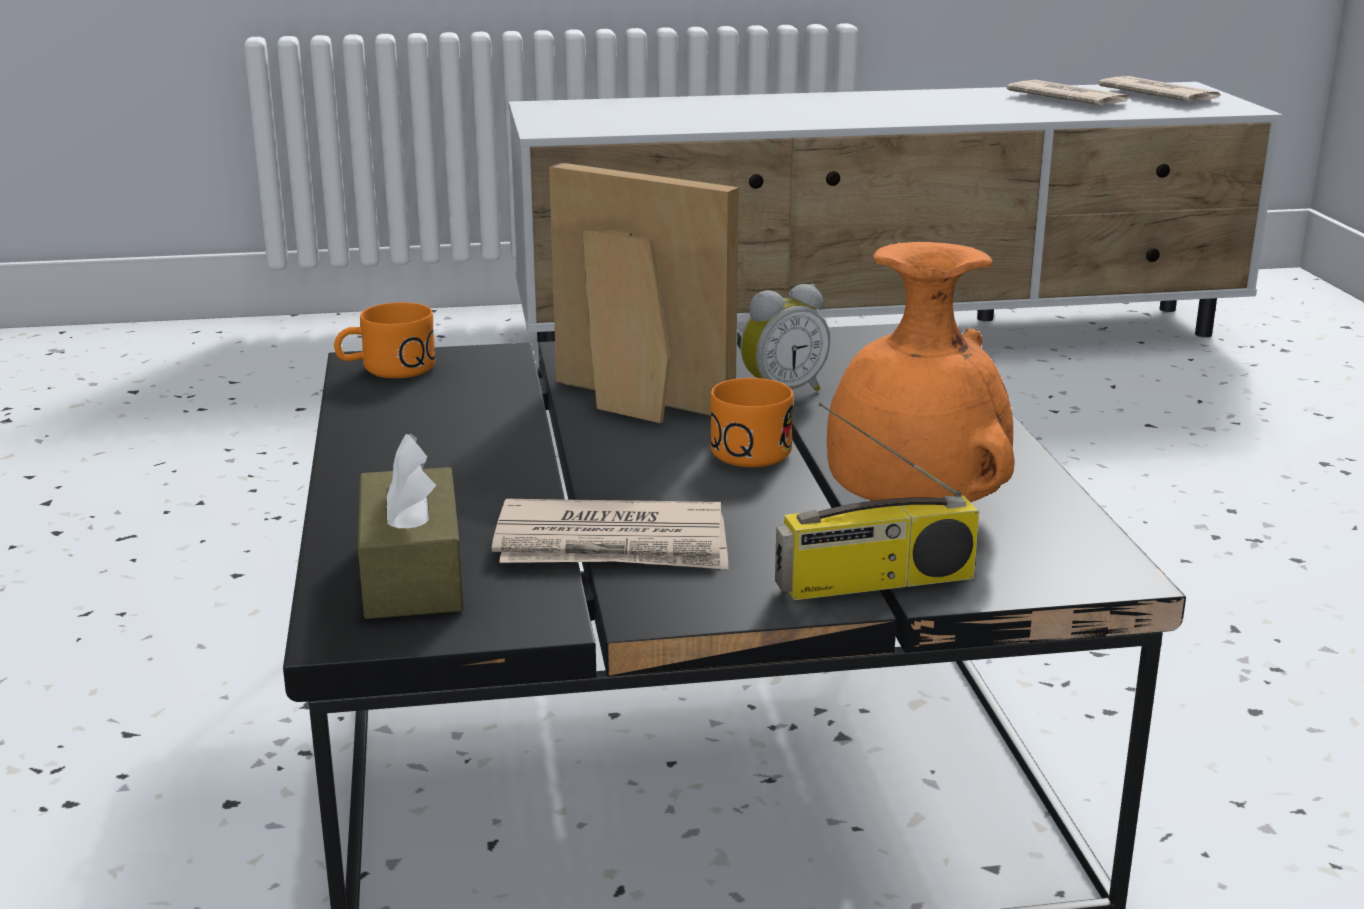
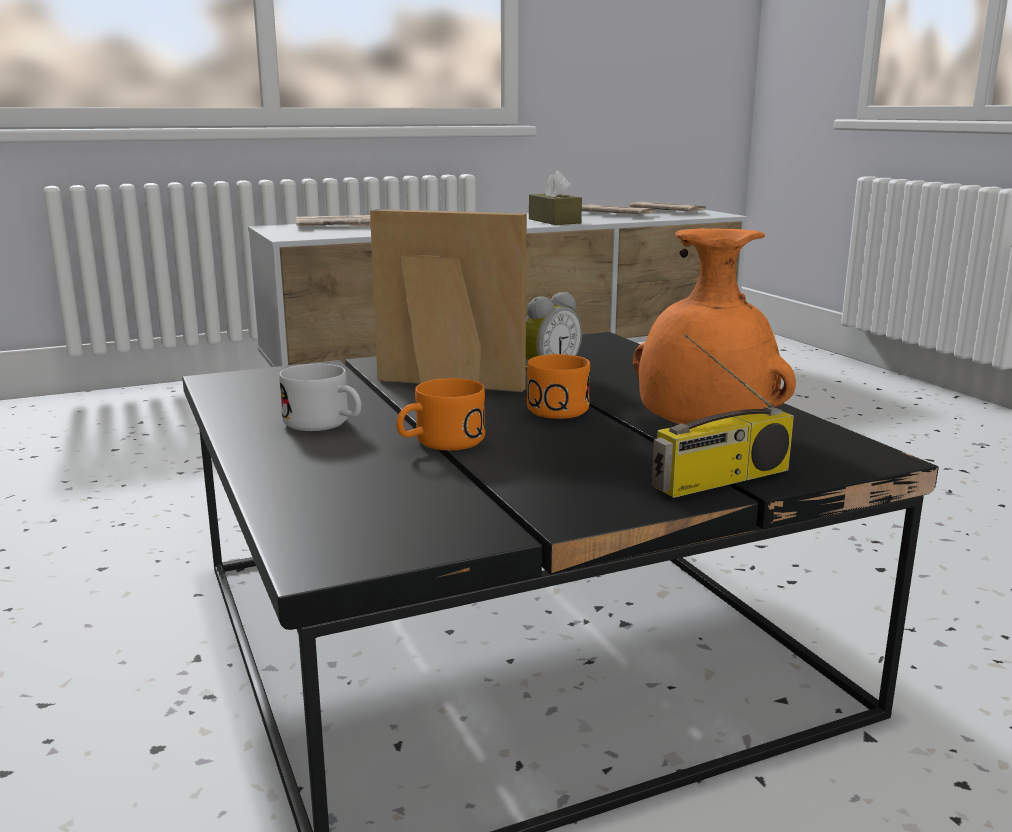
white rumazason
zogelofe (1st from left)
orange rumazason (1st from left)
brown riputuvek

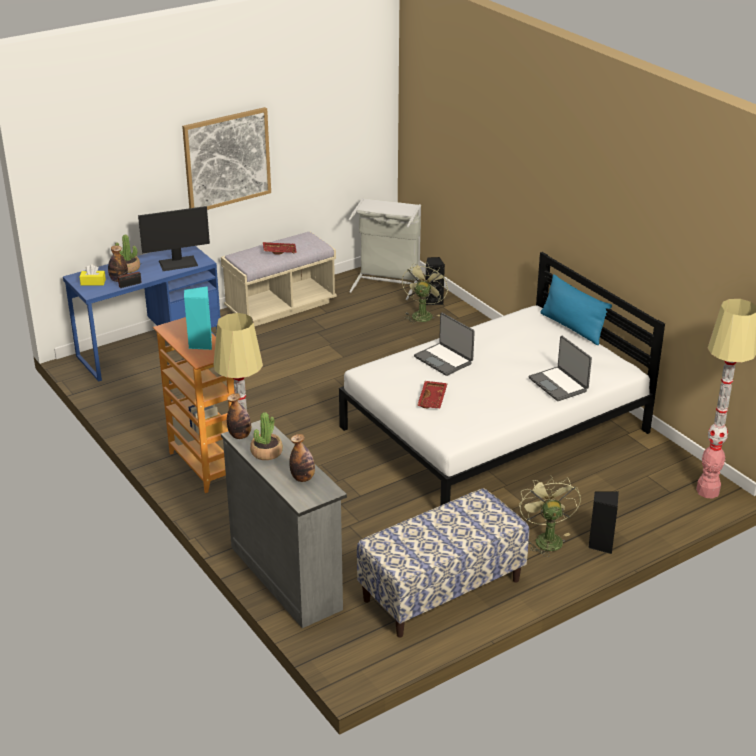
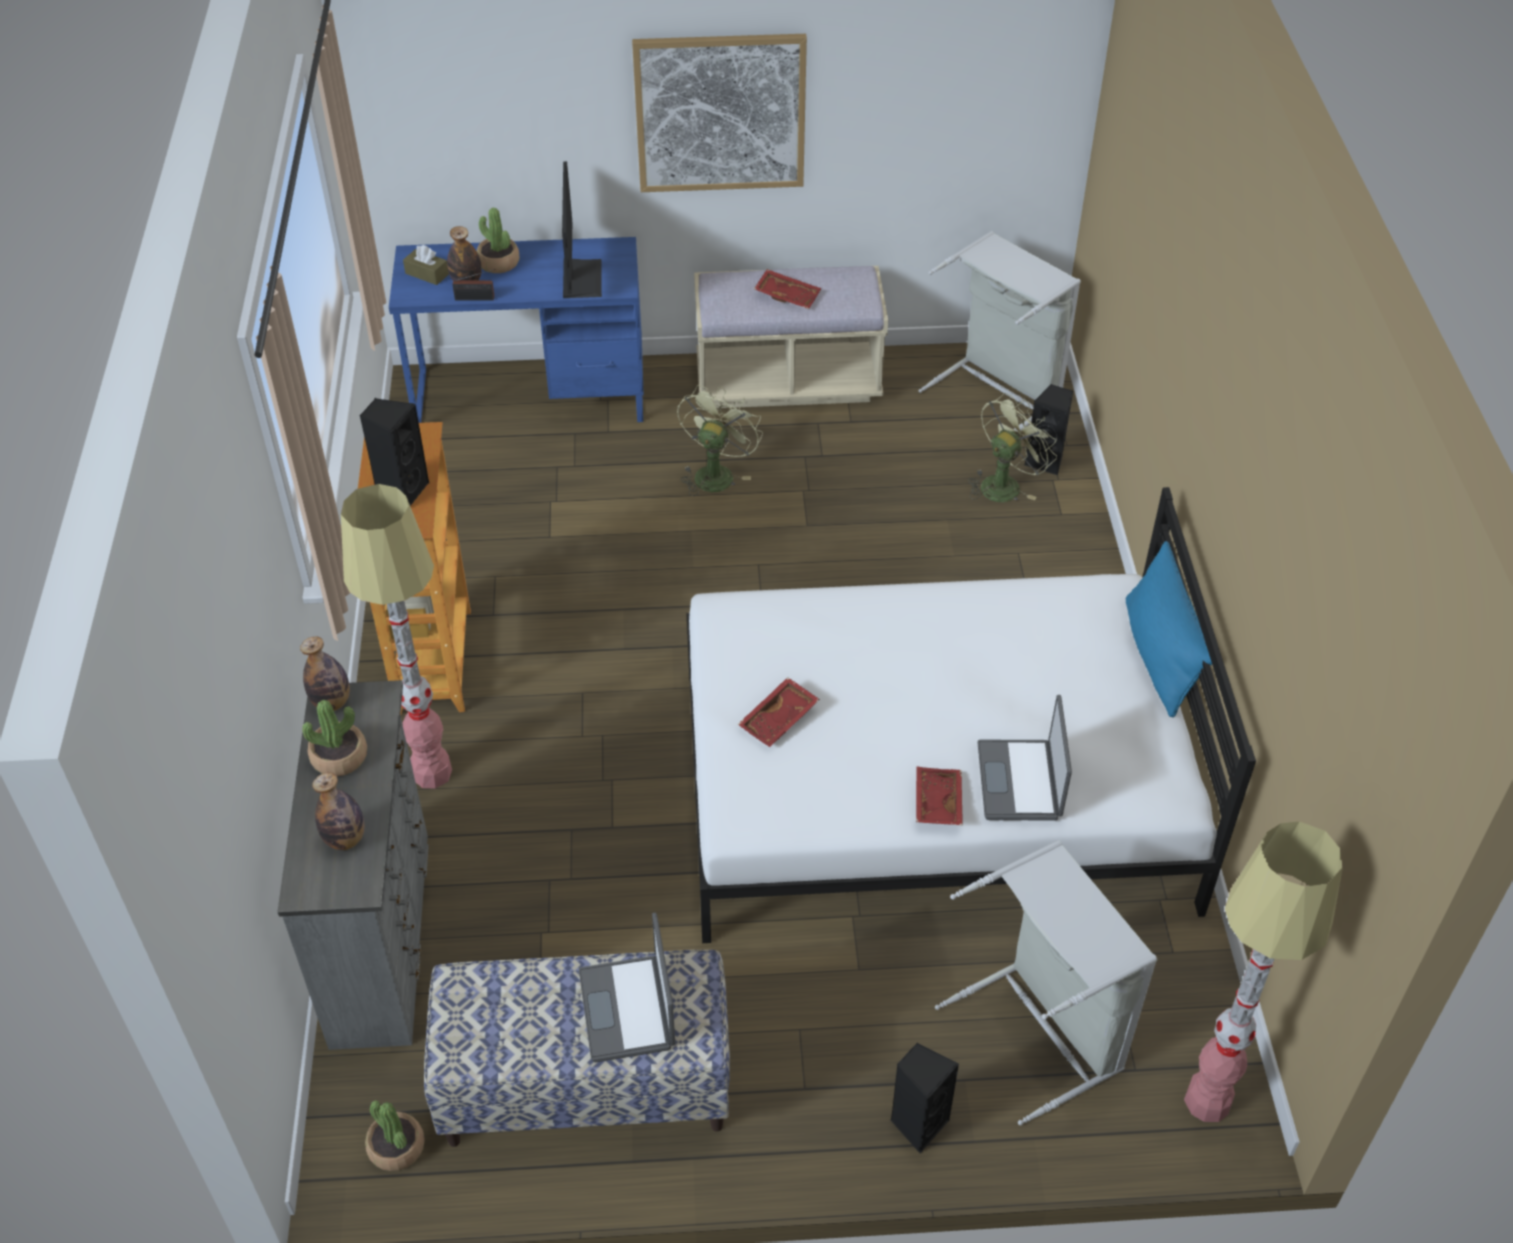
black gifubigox (1st from left)
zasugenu (2nd from left)
brown riputuvek
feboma
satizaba (1st from left)
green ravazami (1st from left)
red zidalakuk (3rd from left)
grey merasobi (2nd from left)

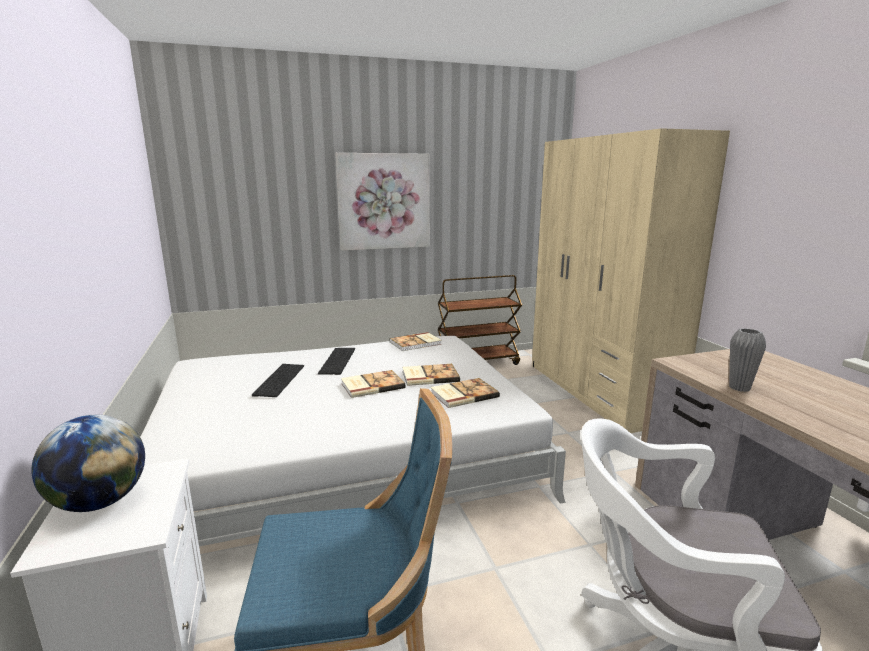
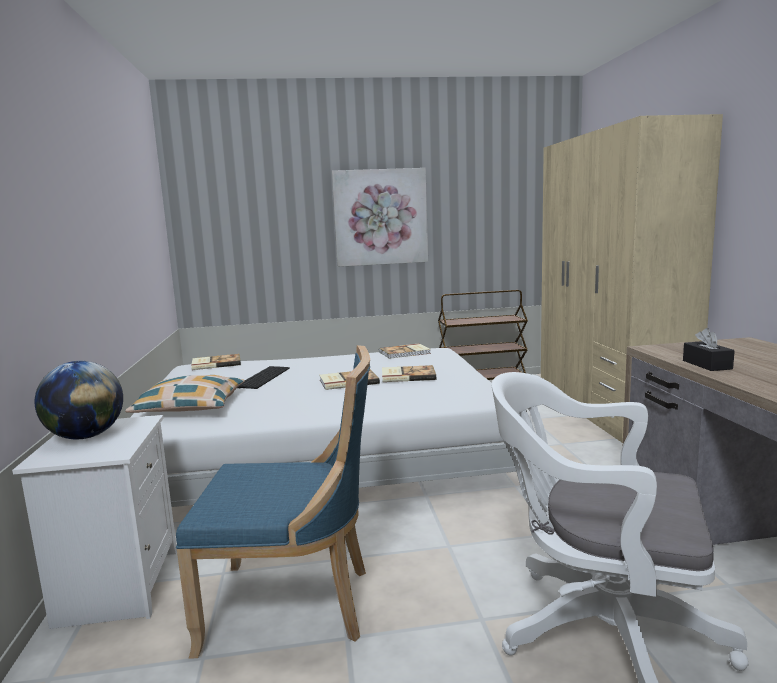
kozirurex
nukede (1st from left)
black riputuvek
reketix (2nd from left in the first image)

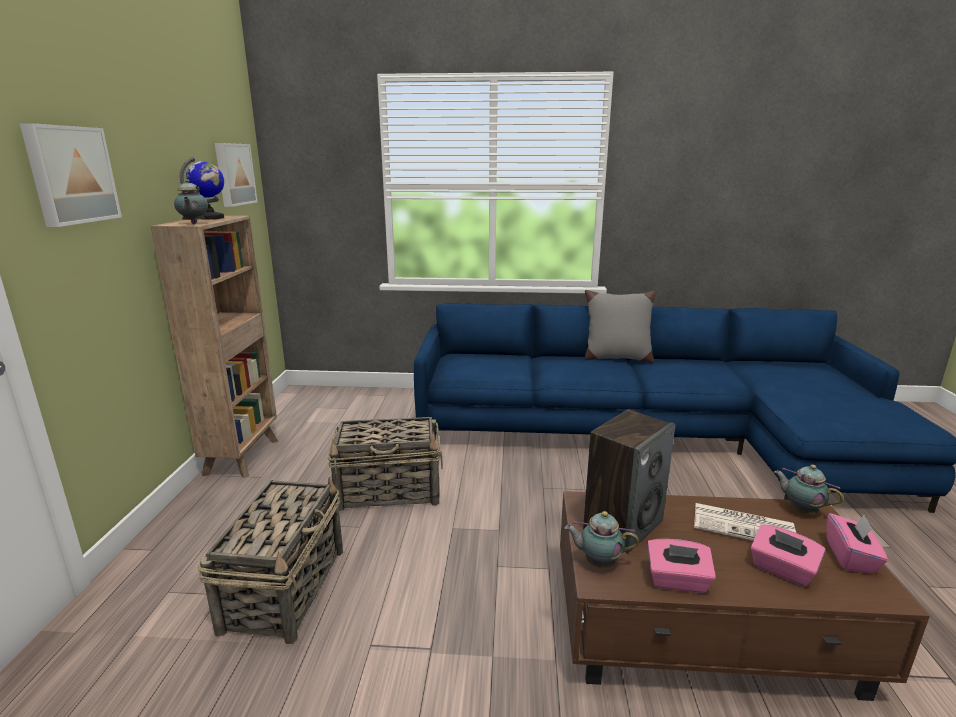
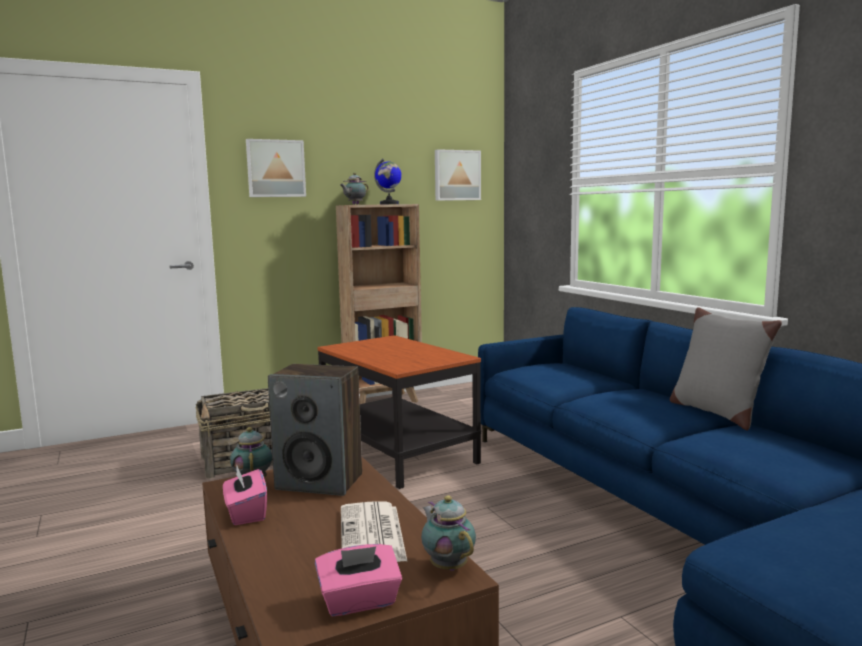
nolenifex
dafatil (3rd from left)
pink riputuvek (2nd from left in the first image)

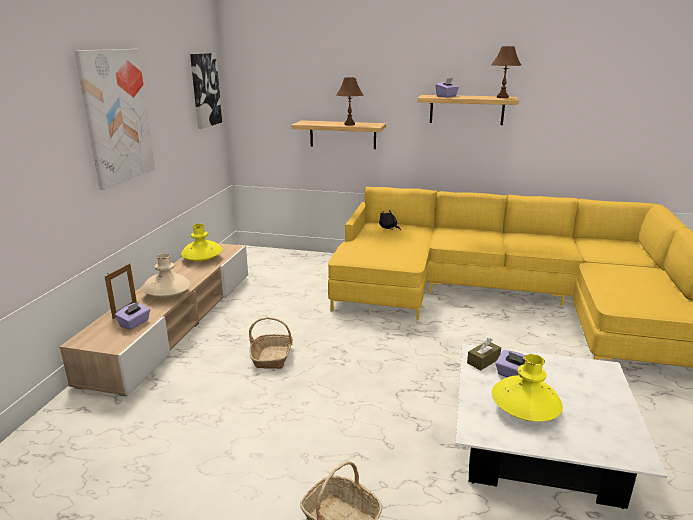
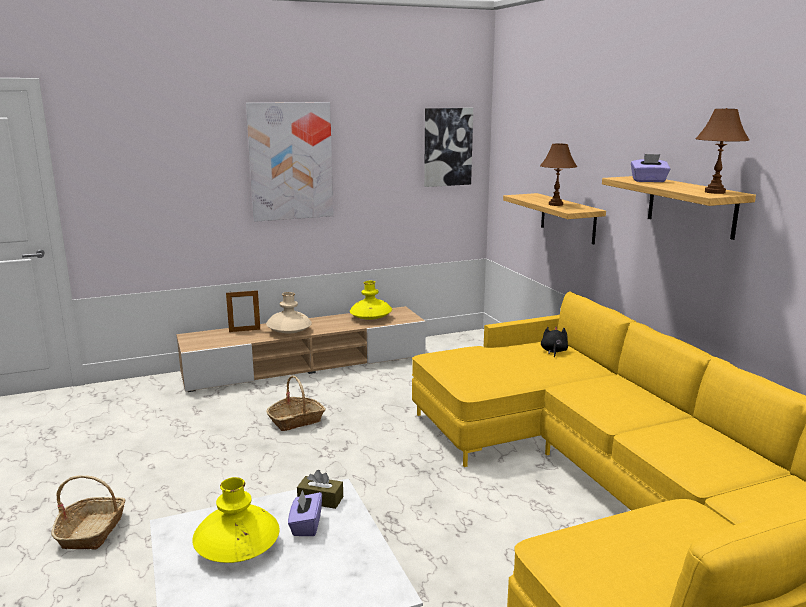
purple riputuvek (1st from left in the first image)

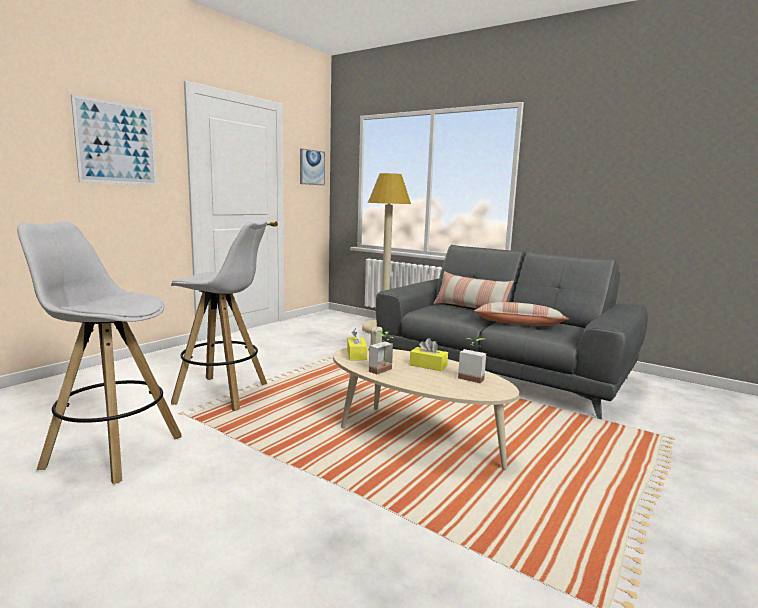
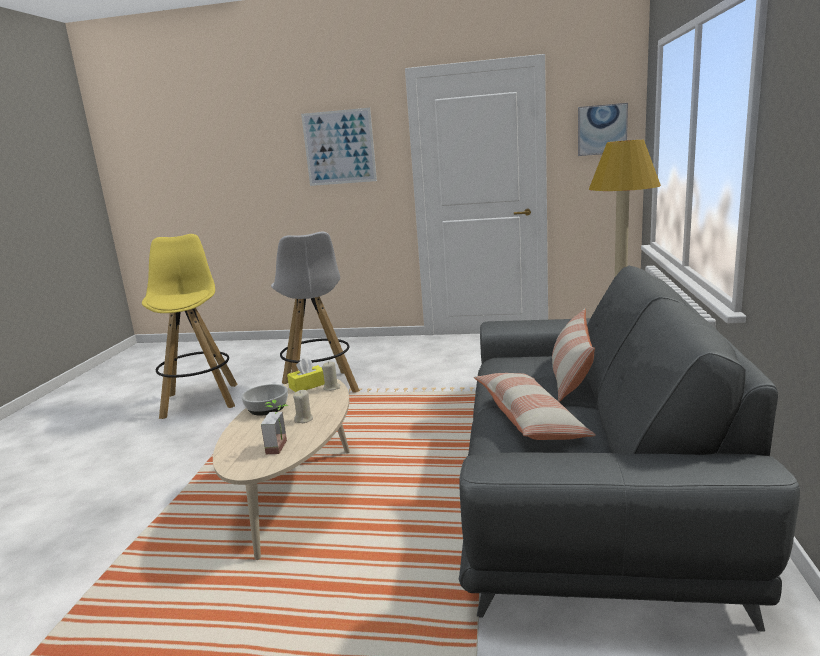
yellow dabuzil
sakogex
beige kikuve (1st from left)

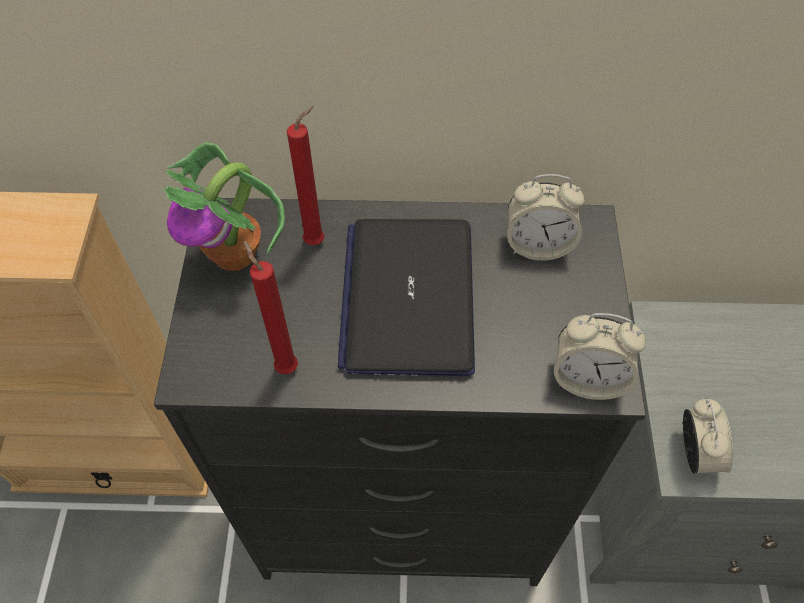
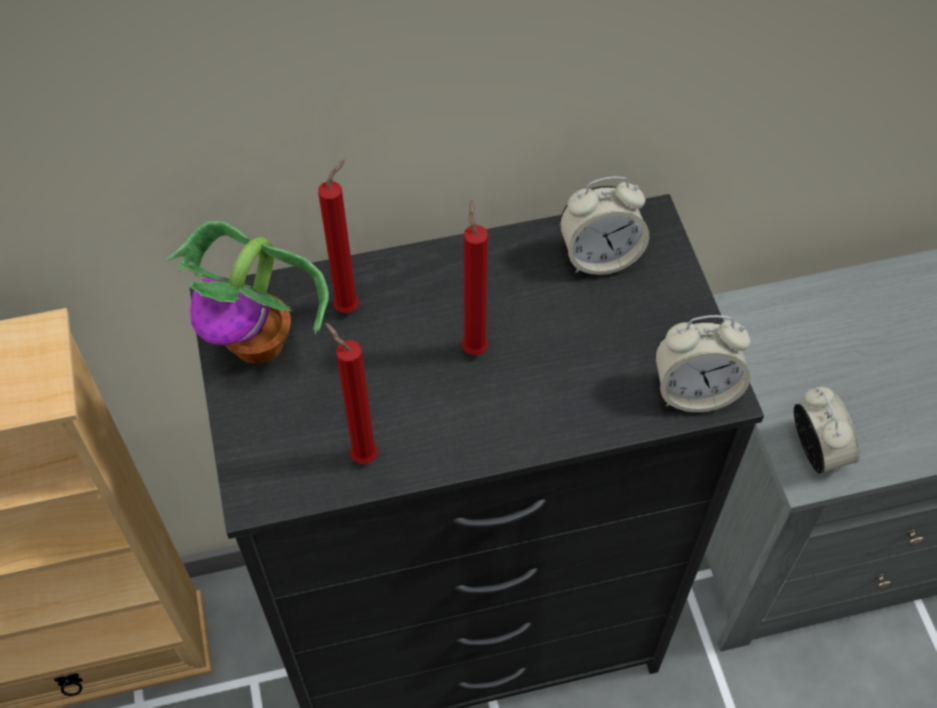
red kikuve (3rd from left)

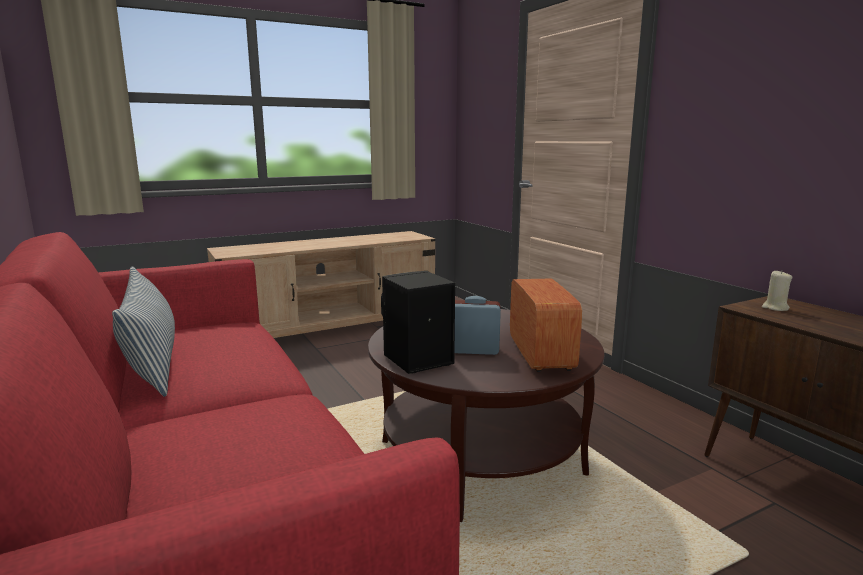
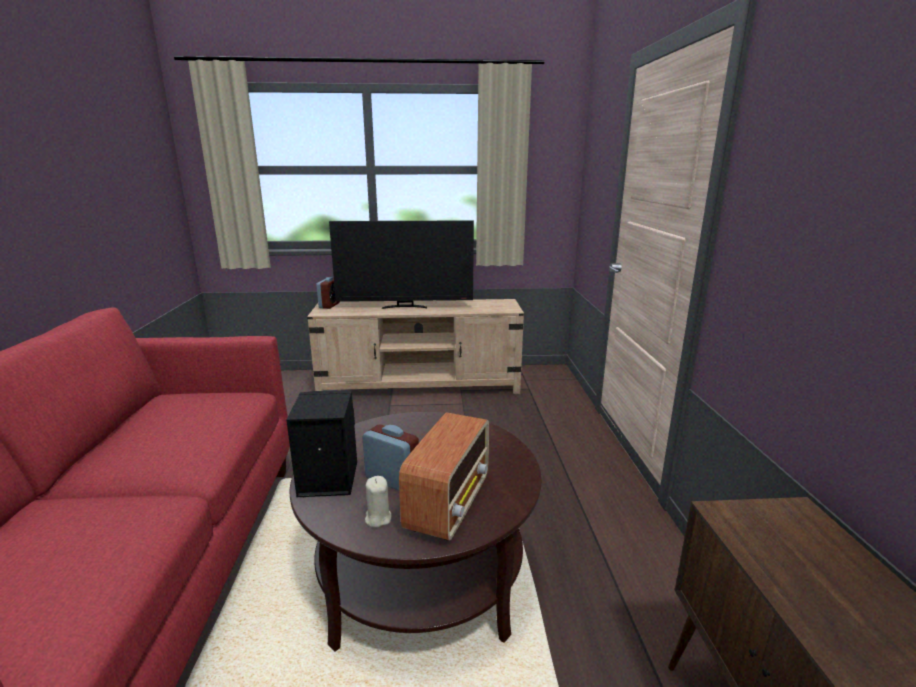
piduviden (1st from left)
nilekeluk
beige kikuve
kozirurex

